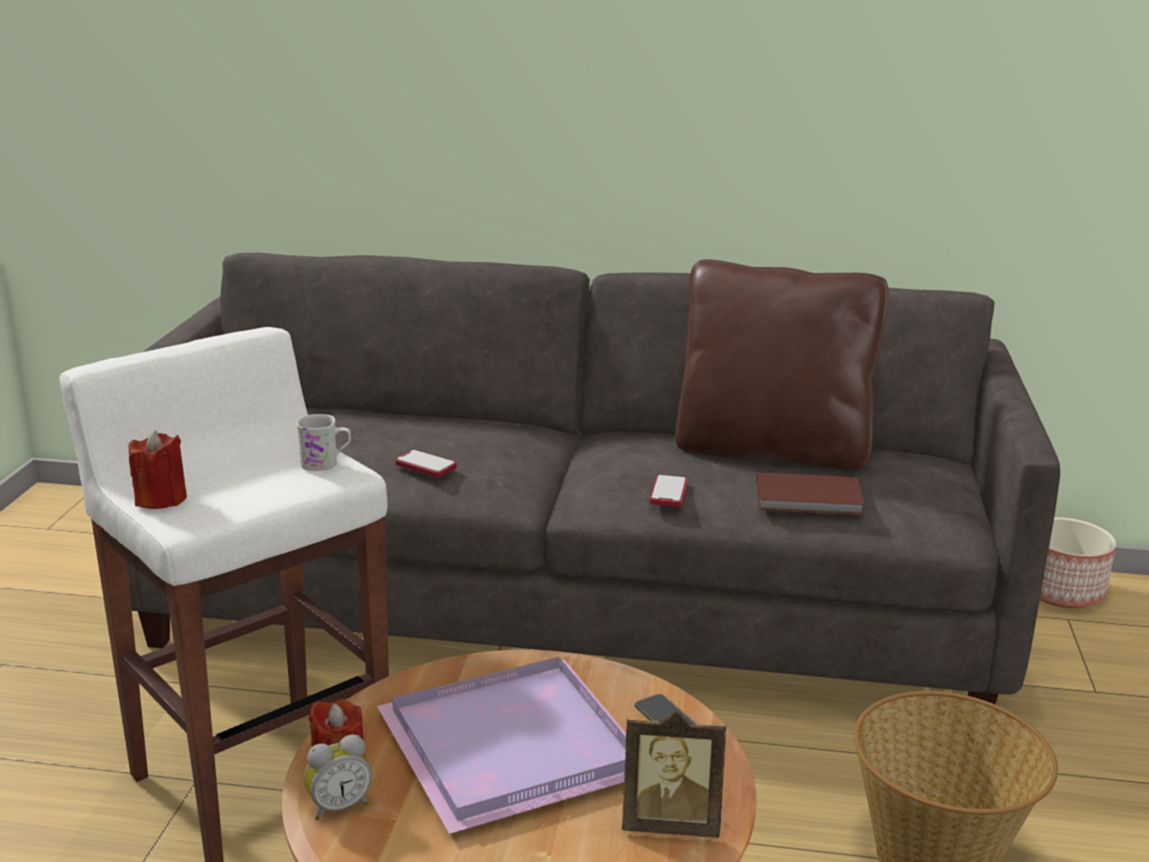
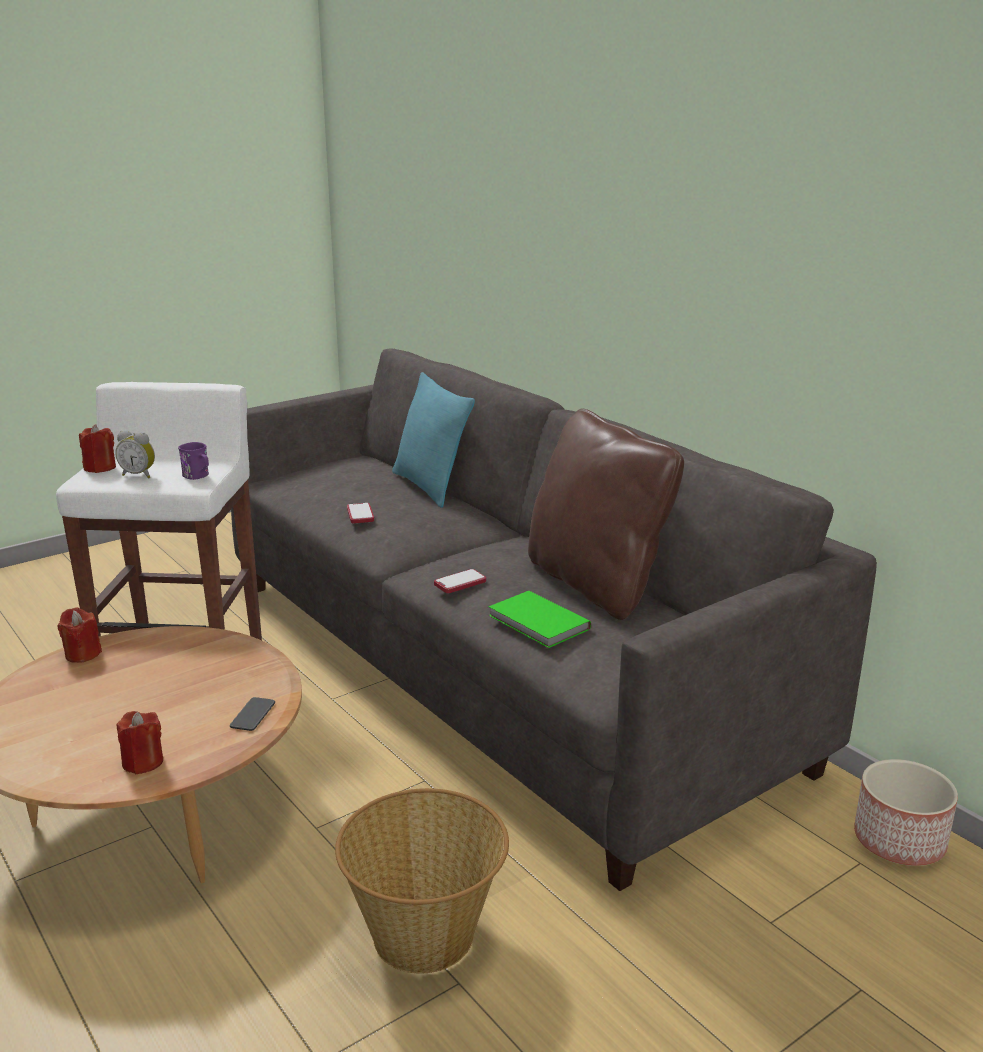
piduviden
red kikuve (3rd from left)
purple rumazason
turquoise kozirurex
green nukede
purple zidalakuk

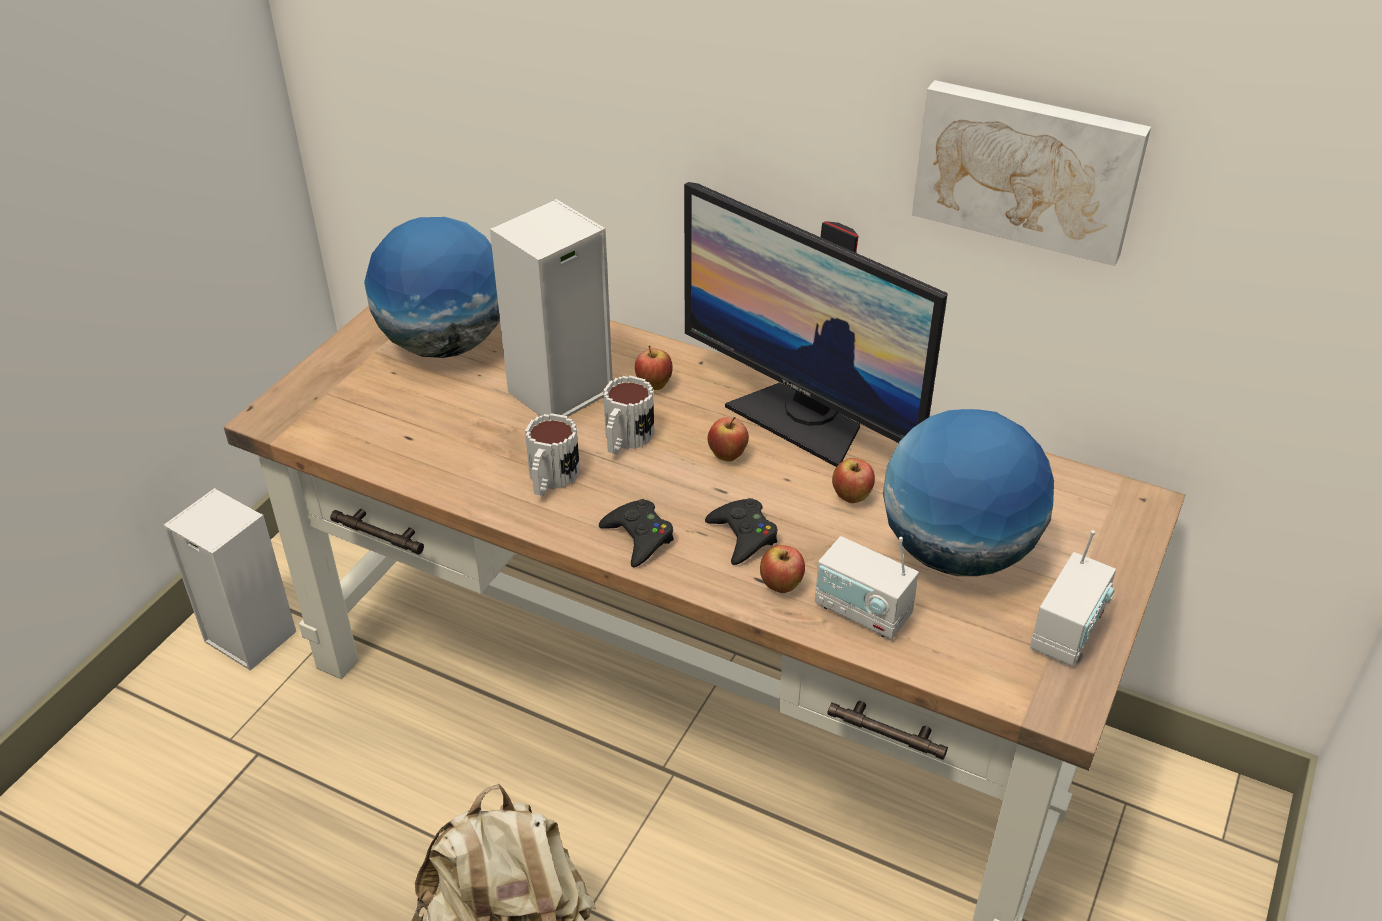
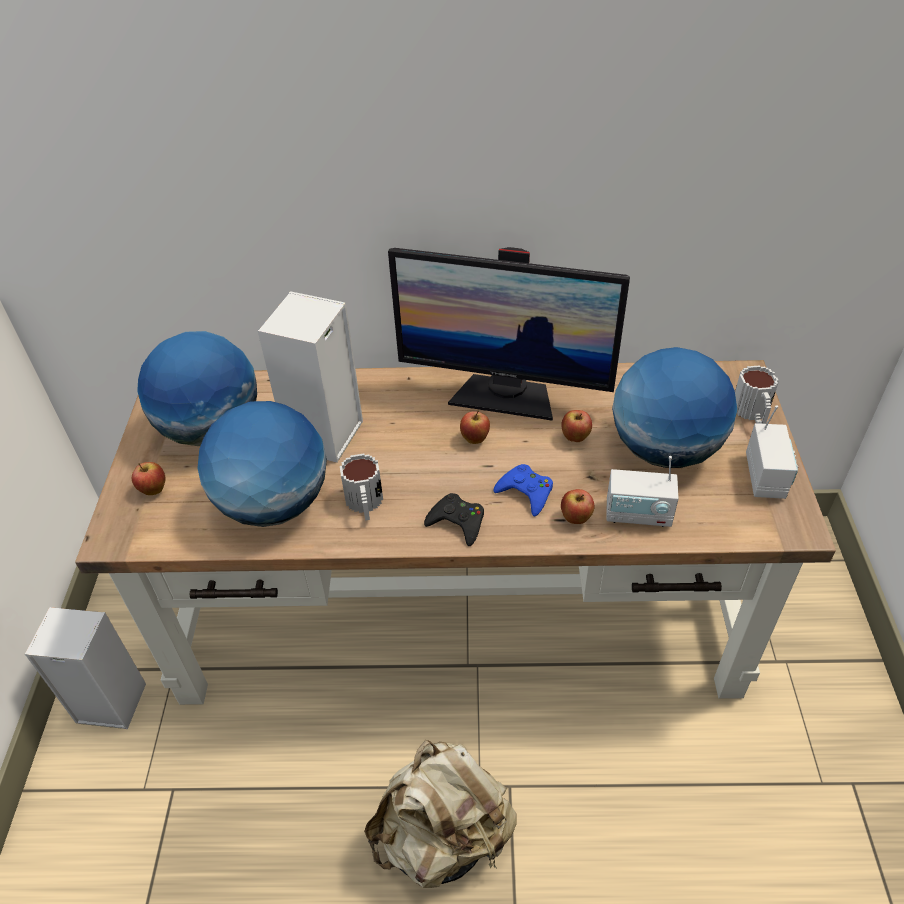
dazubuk (1st from left)
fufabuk (2nd from left)
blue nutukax
rumazason (2nd from left)
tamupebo

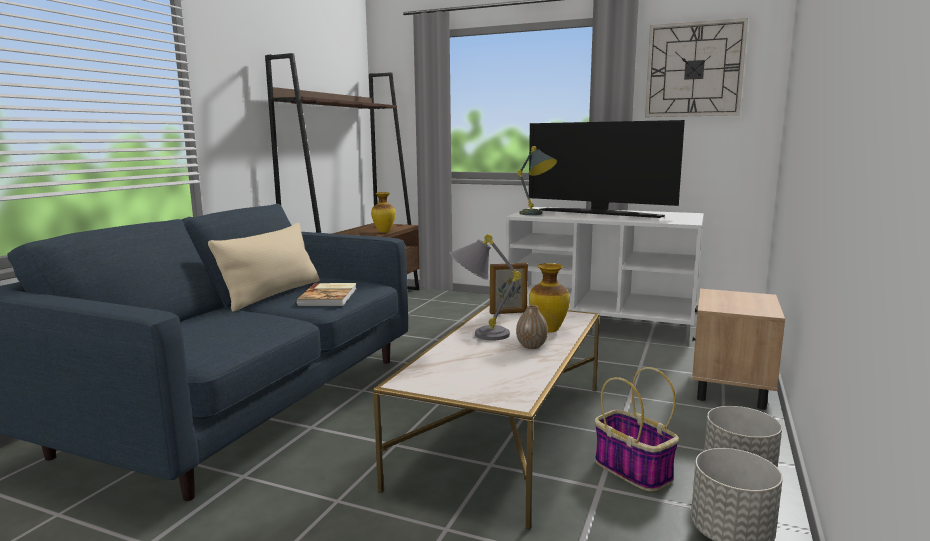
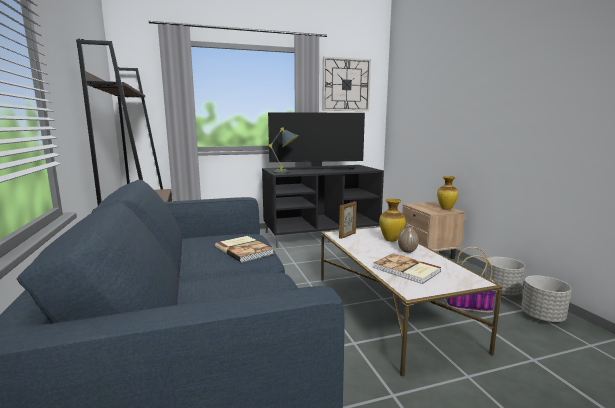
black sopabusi
nukede (2nd from left)
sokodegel (3rd from left)
beige kozirurex
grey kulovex (1st from left in the first image)

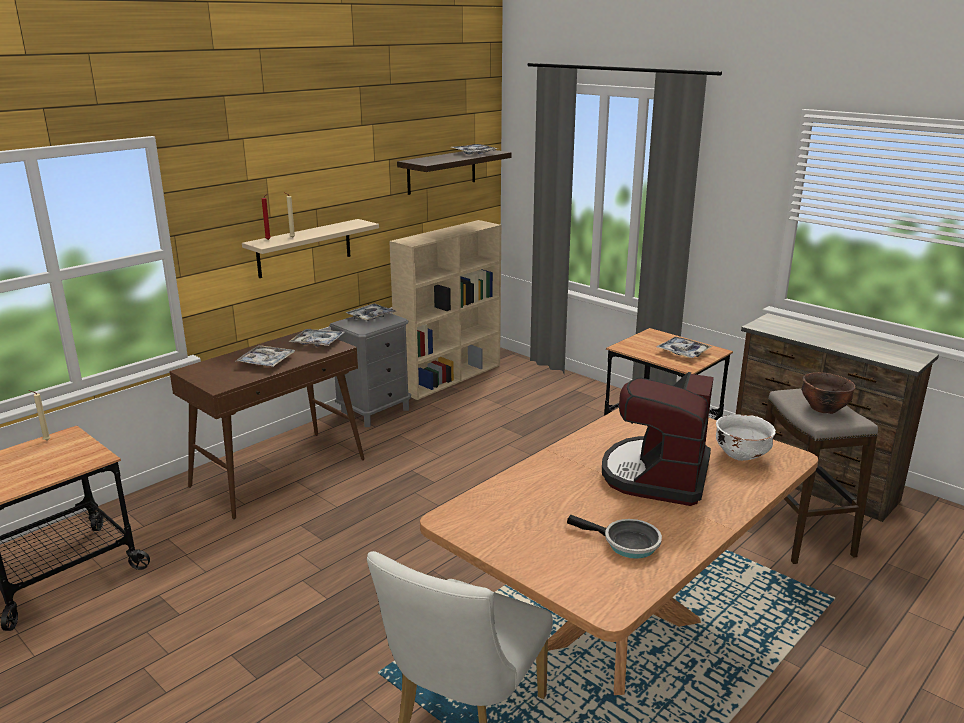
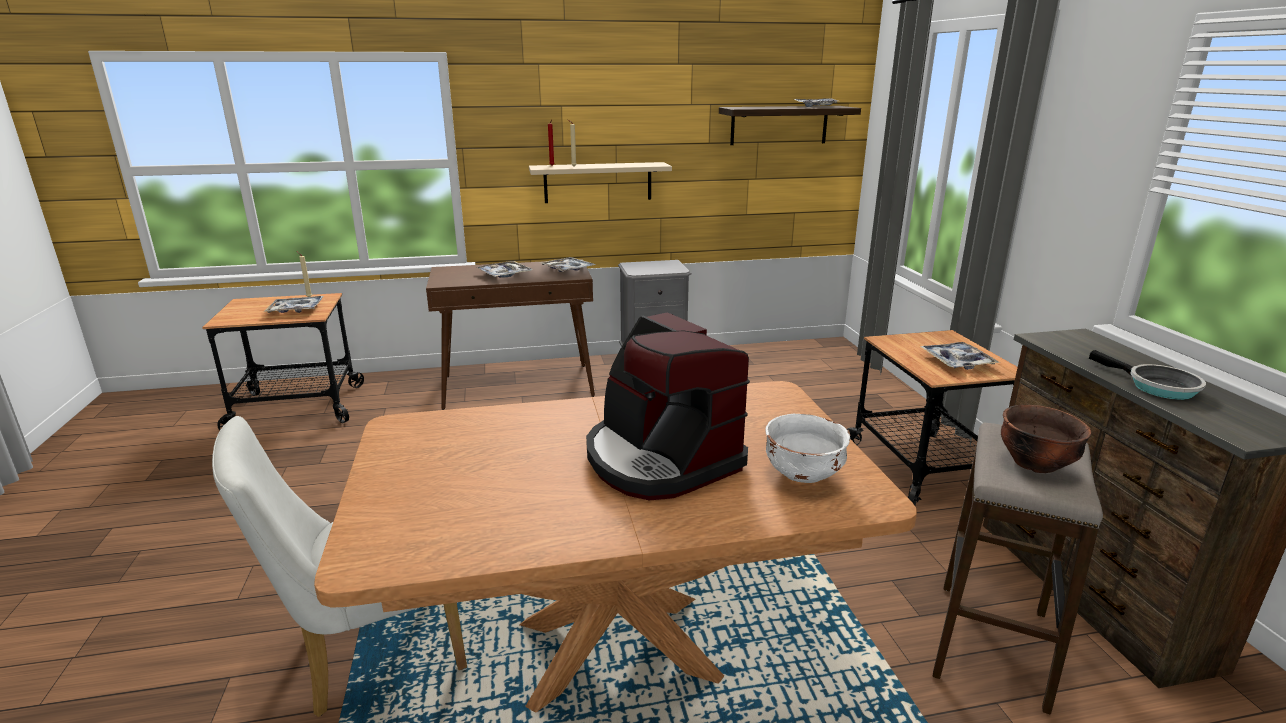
zidalakuk (1st from left)
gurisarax
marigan
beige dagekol

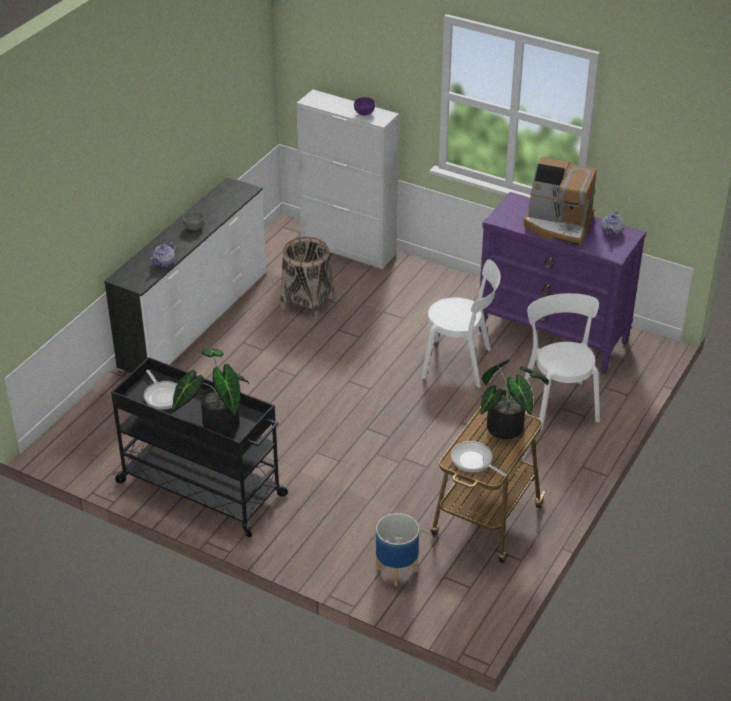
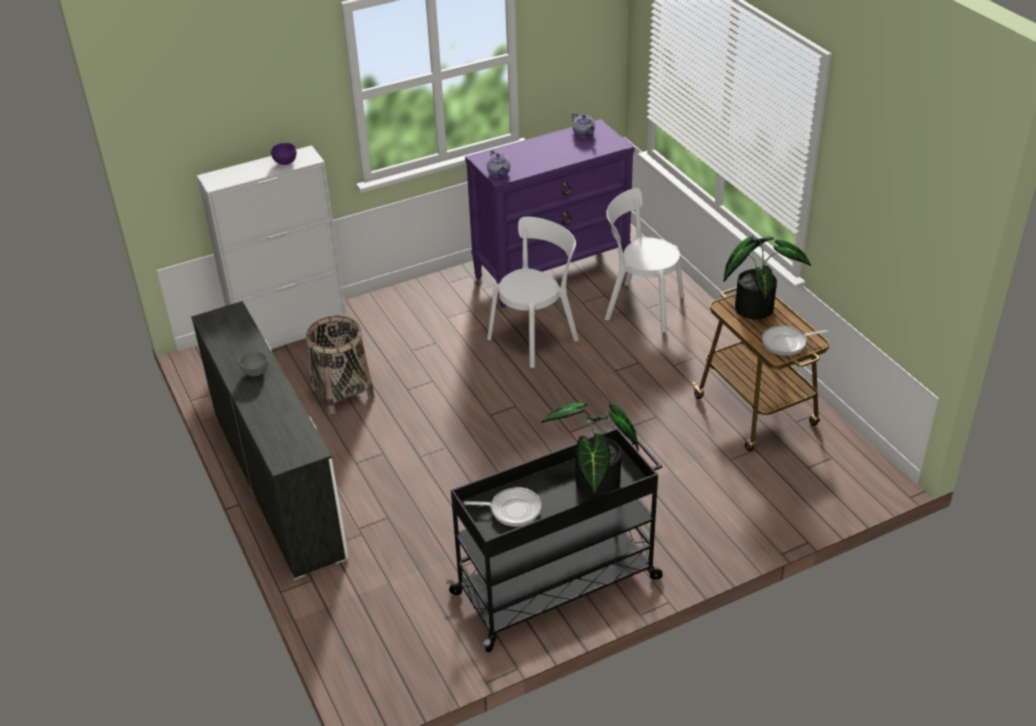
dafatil (1st from left)
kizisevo
gurisarax

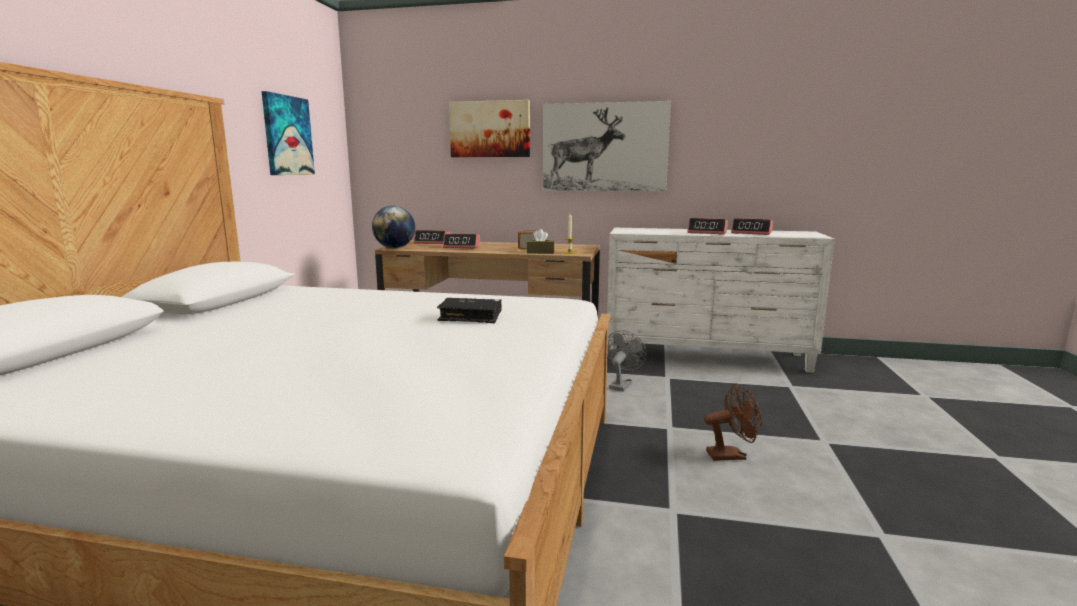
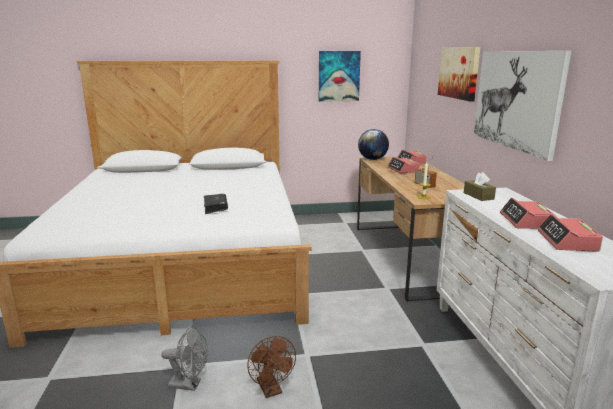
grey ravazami
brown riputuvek

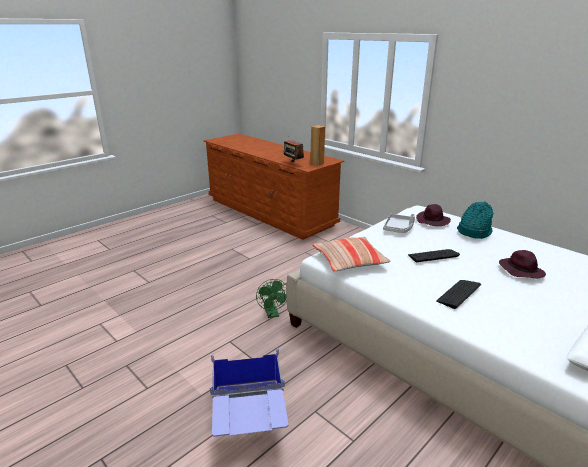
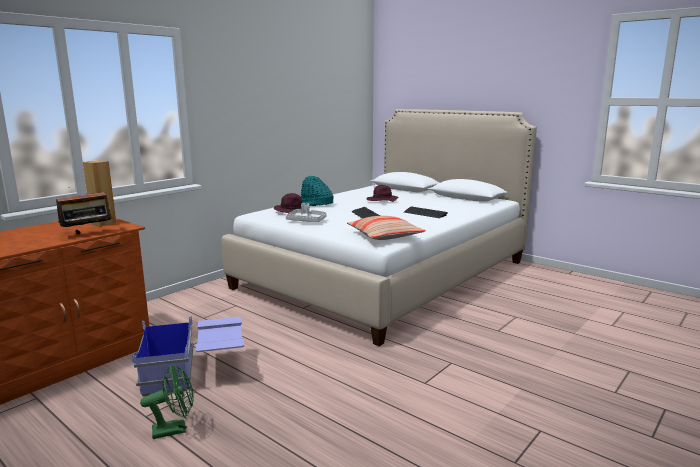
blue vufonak
green ravazami

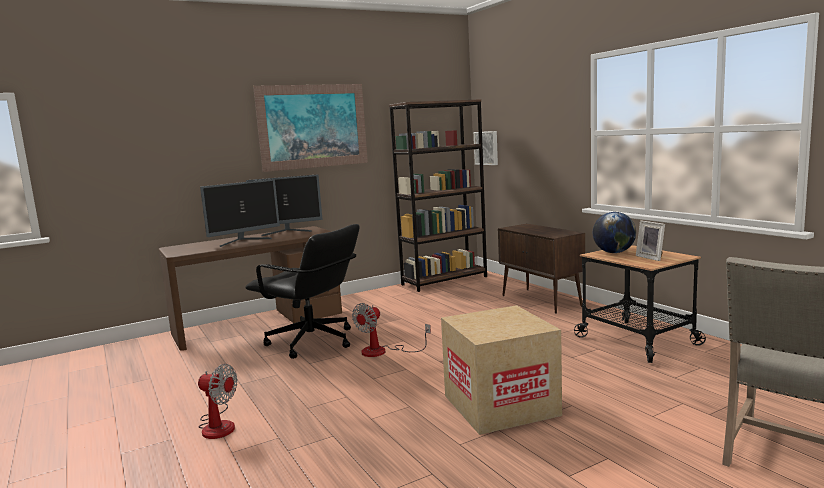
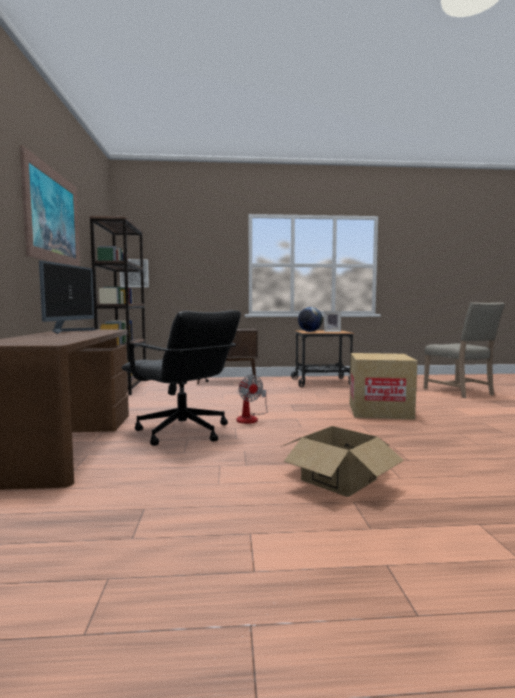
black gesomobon
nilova (1st from left)
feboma (1st from left in the first image)

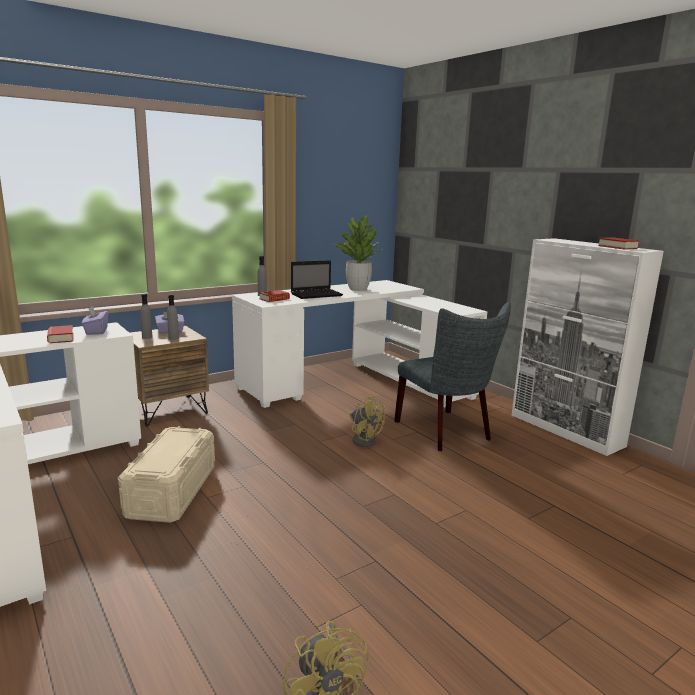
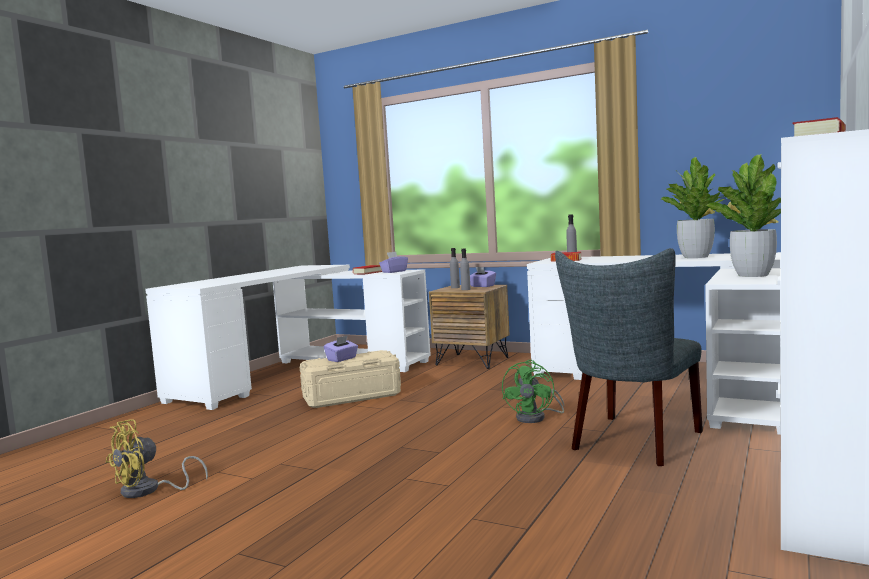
purple riputuvek (1st from left)
green ravazami
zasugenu (2nd from left)
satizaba

